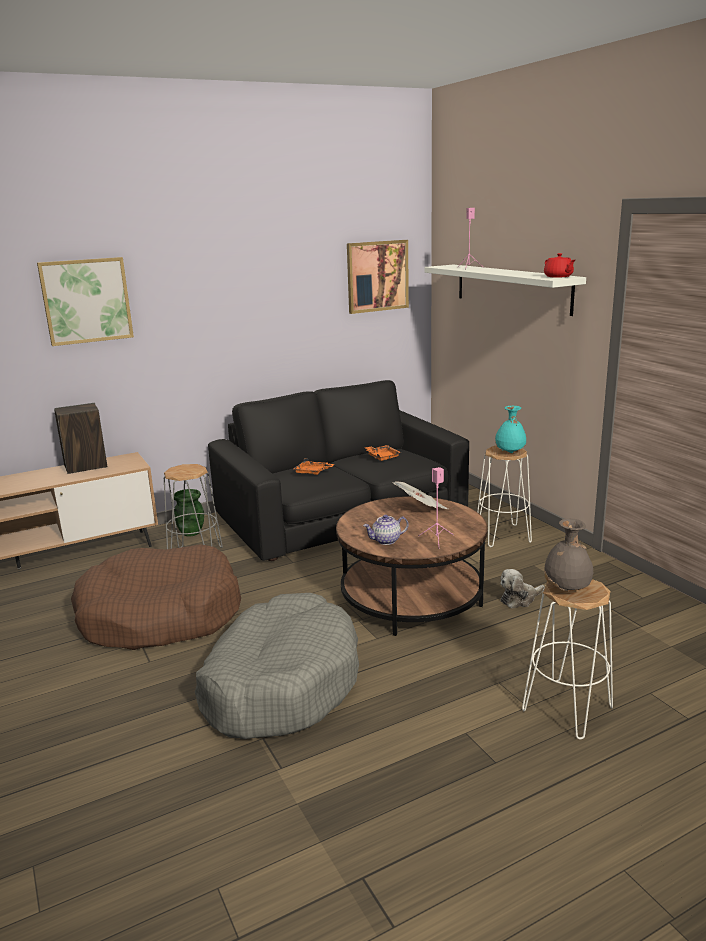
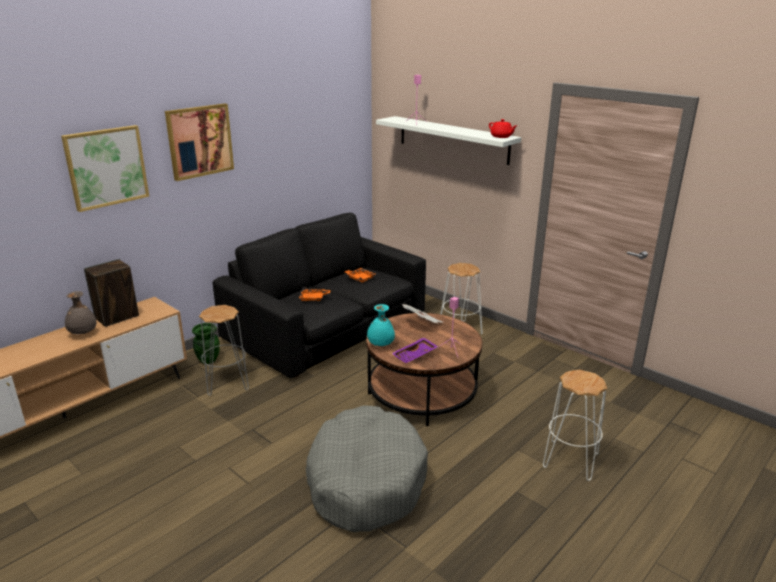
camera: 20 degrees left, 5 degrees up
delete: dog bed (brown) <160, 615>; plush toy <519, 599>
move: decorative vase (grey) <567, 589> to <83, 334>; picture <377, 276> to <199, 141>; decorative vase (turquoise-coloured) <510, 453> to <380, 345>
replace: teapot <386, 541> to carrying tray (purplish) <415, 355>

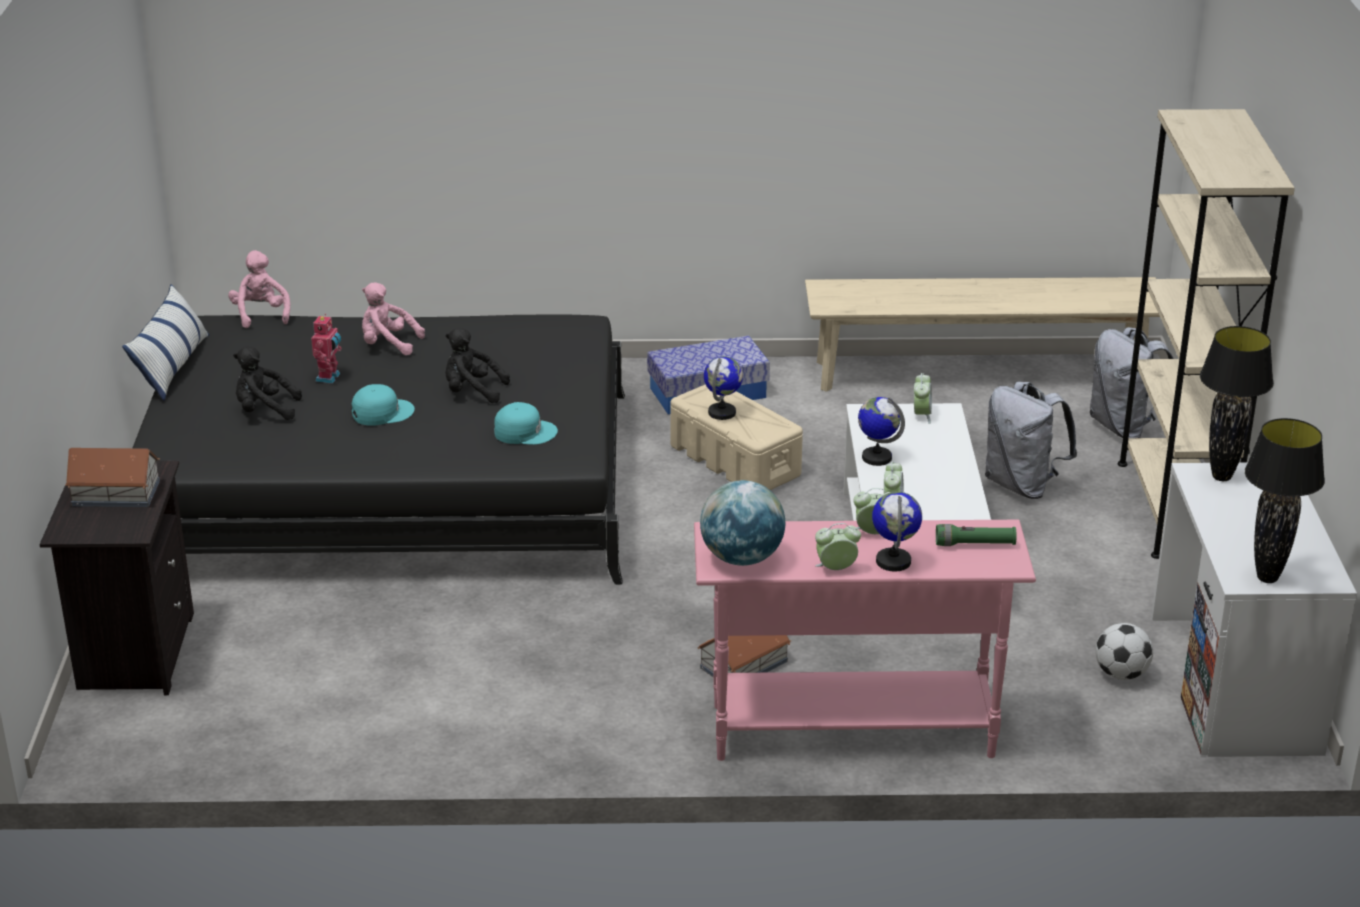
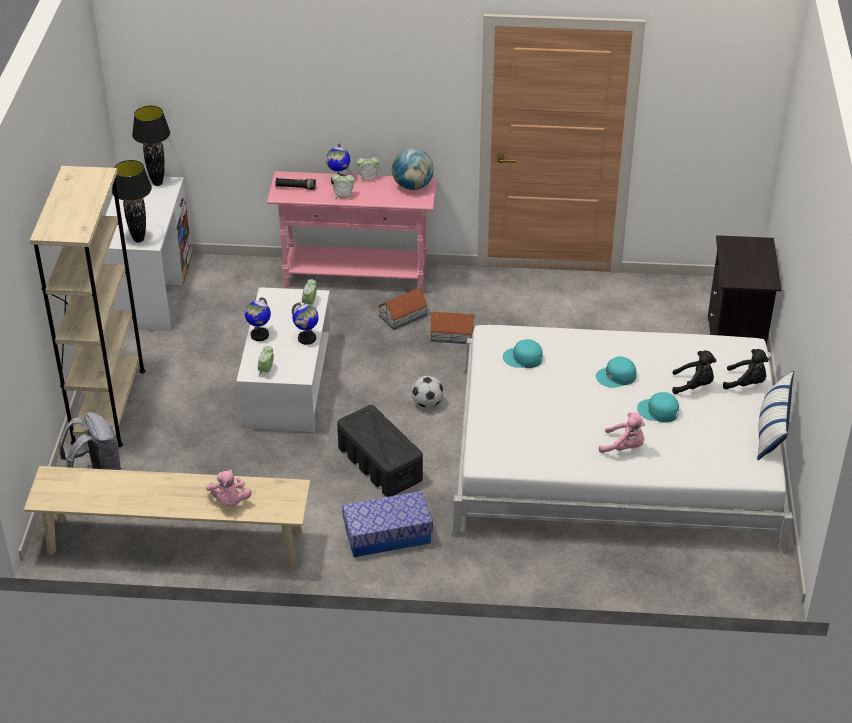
camera: 175 degrees left, 10 degrees up
delete: knapsack (grey) <1022, 485>
move: plush toy (pinkish) <261, 314> to <229, 501>; world globe <722, 413> to <259, 335>; ball for football <1121, 674> to <427, 403>; miniature house <115, 493> to <452, 334>; plush toy (black) <472, 392> to <746, 383>
replace: robot figure <329, 378> to peaked cap (turquoise-coloured) <658, 411>
recolor: flashlight (green-coloured) <975, 544> to flashlight (black) <295, 187>; storage container (sand-coloured) <735, 461> to storage container (black) <379, 463>; bedroom bed (black) <388, 485> to bedroom bed (whitish) <616, 456>

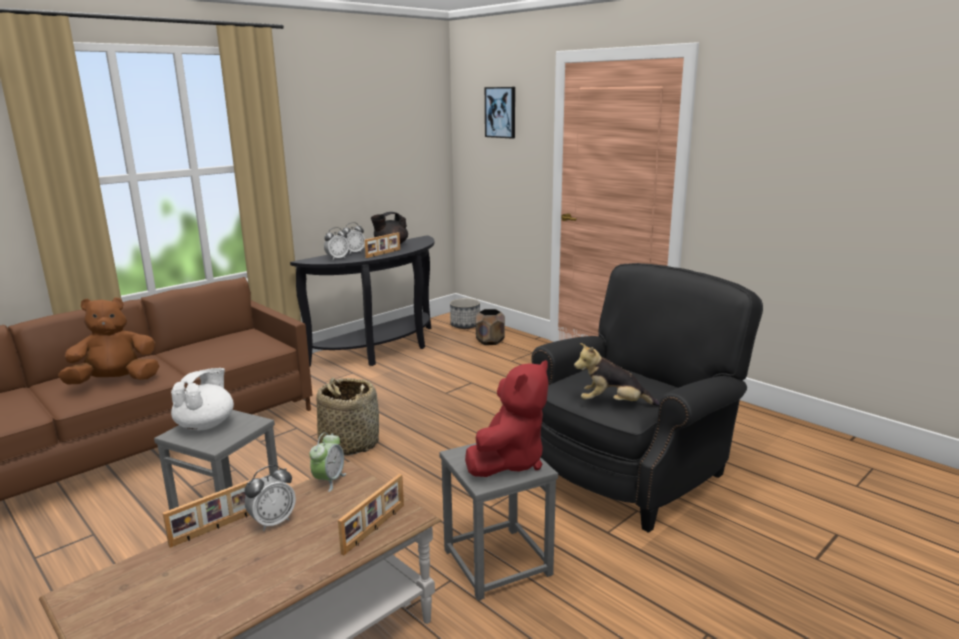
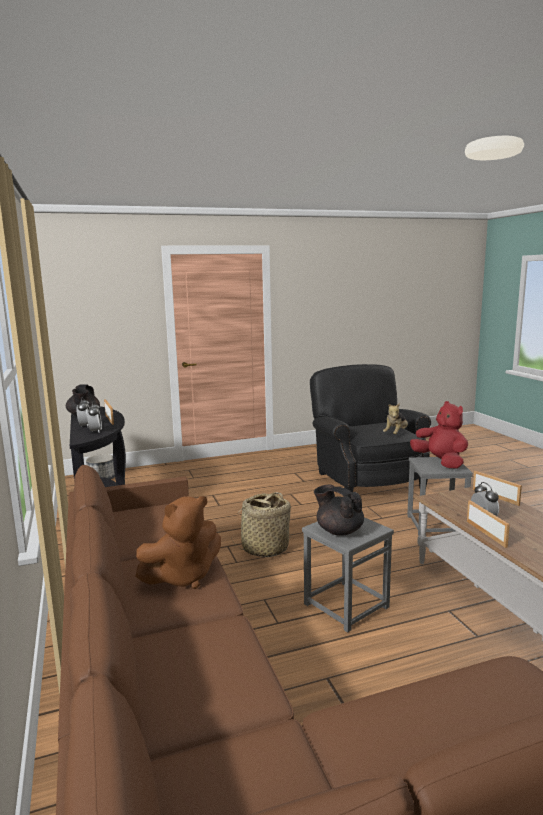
camera: 65 degrees left, 5 degrees down
delete: alarm clock <329, 481>; flower pot (brown) <490, 341>; picture <501, 112>
recolor: teapot (whitish) <206, 424> to teapot (black) <339, 531>
rotate: plush toy (brown) <115, 381> = <183, 576> 120 degrees counterclockwise

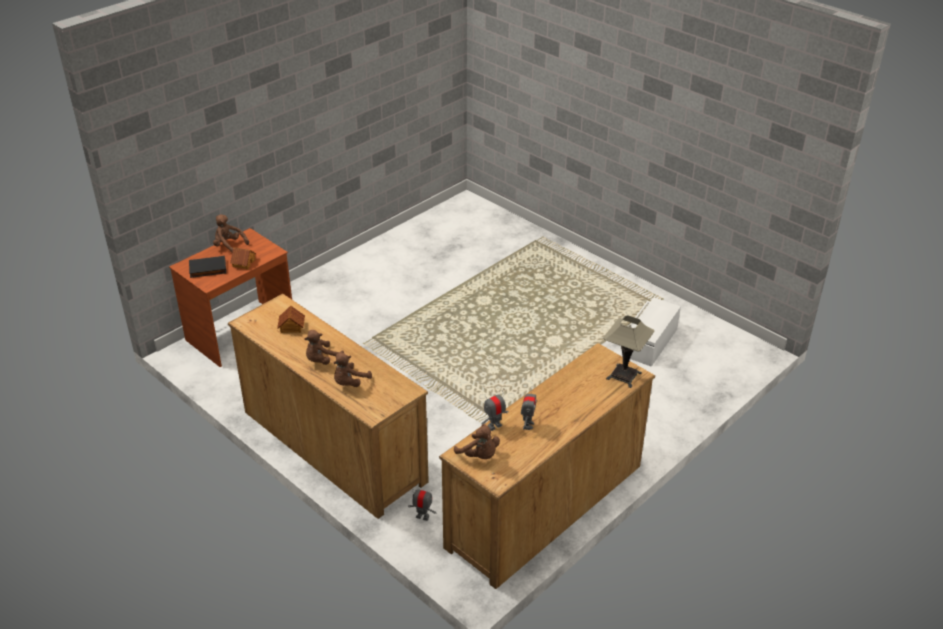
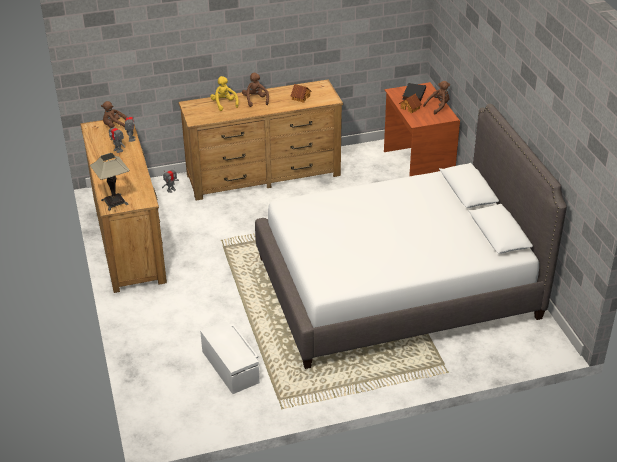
camera: 120 degrees right, 0 degrees up
insert: bedroom bed (whitish) <397, 287>
recolor: plush toy (brown) <350, 383> to plush toy (yellowish) <224, 104>

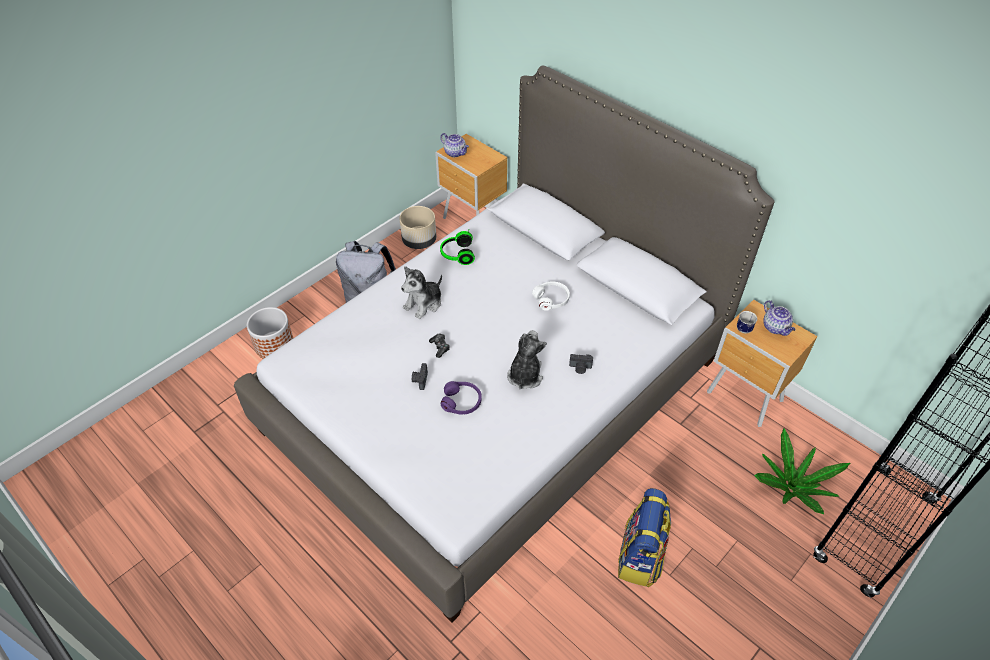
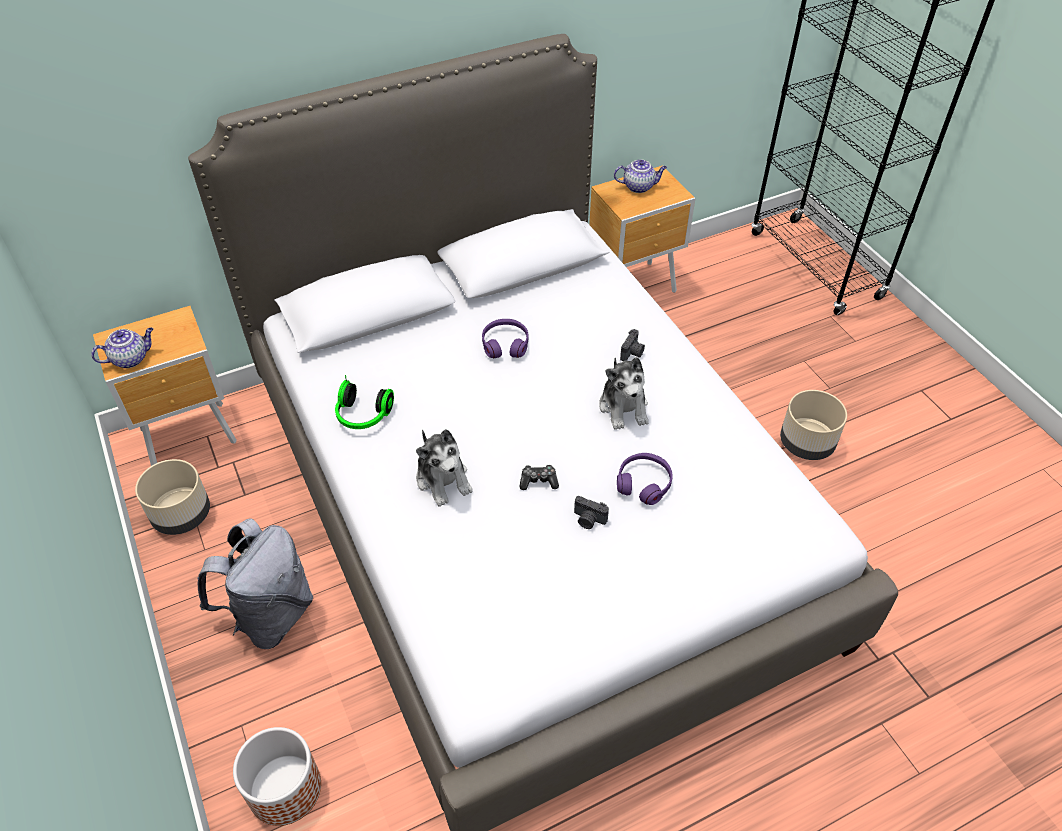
camera: 70 degrees left, 0 degrees up
delete: mug <742, 331>; potted plant <792, 487>
replace: knapsack <640, 558> to flower pot (sand-coloured) <807, 444>
recolor: pair of headphones (whitish) <551, 299> to pair of headphones (purplish) <505, 344>
rotate: plush toy <524, 375> = <624, 407> 135 degrees counterclockwise

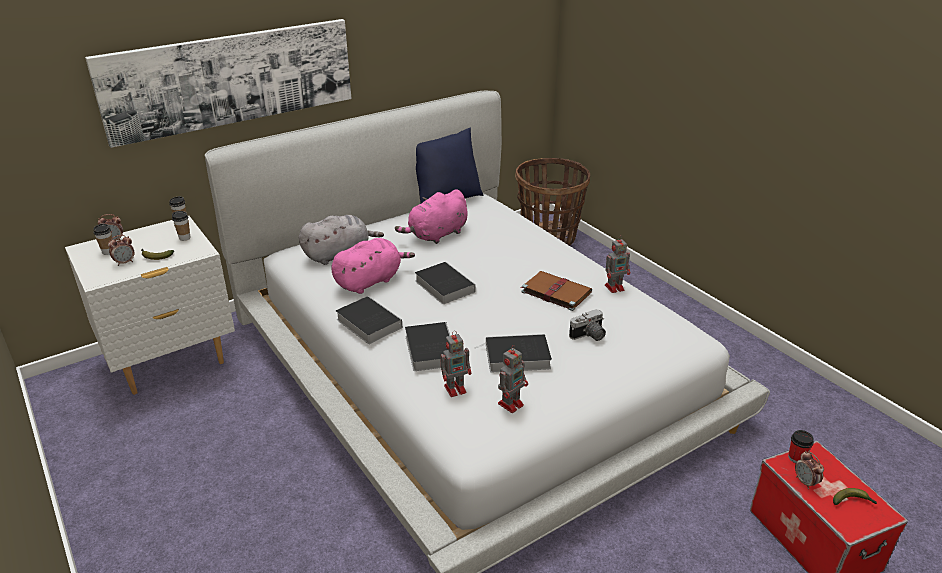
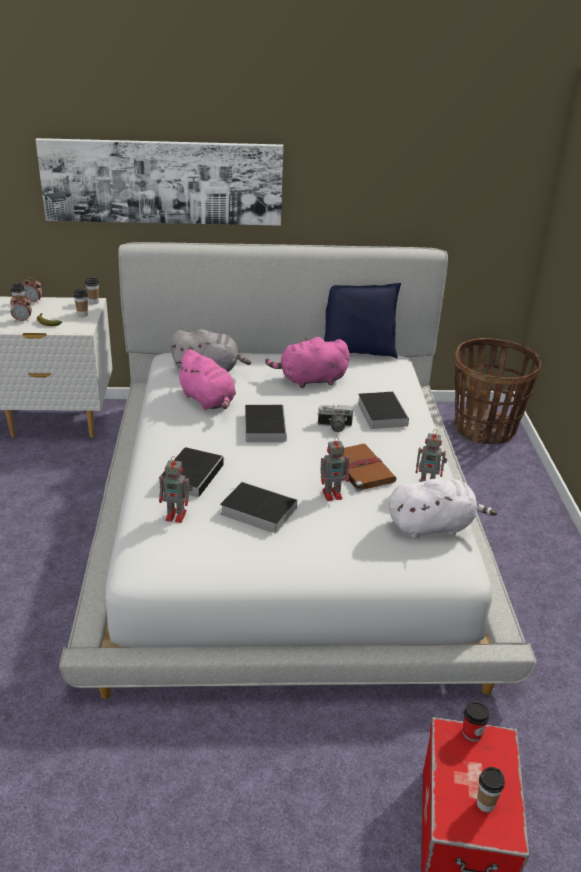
camera: 30 degrees right, 0 degrees up
delete: alarm clock <805, 482>
insert: plush toy (whitish) <433, 526>
move: still camera <589, 336> to <334, 427>; robot figure <511, 403> to <333, 494>; volume <367, 322> to <381, 413>
replace: banana fruit <853, 501> to cup <485, 804>
rotate: plush toy (pinkish) <370, 281> = <208, 401> 60 degrees clockwise

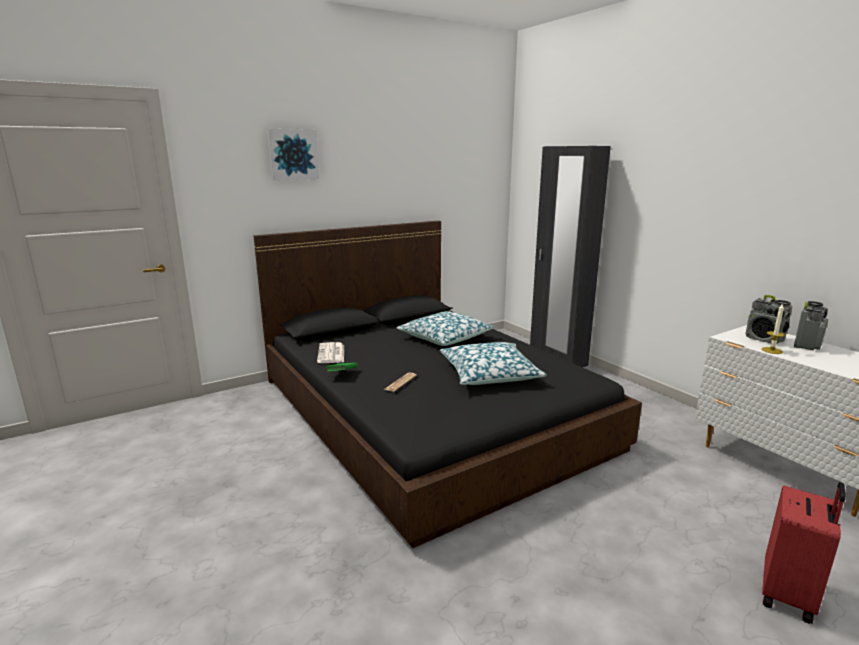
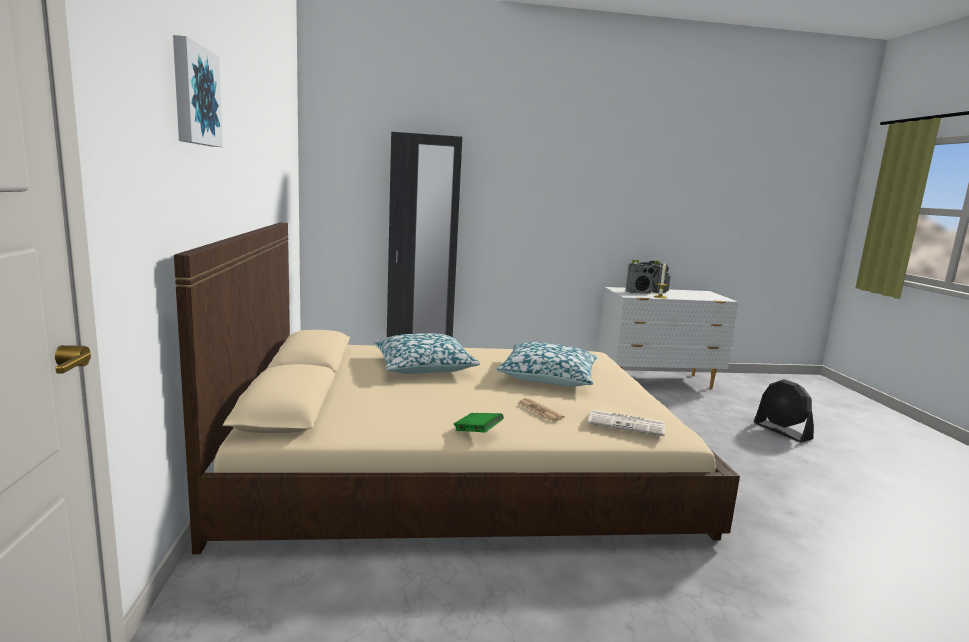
camera: 65 degrees left, 5 degrees down
move: printed paper <331, 354> to <627, 424>
replace: suitcase (reddish) <789, 595> to cooling fan (black) <782, 431>
recolor: bedroom bed (black) <427, 411> to bedroom bed (sand-coloured) <459, 459>

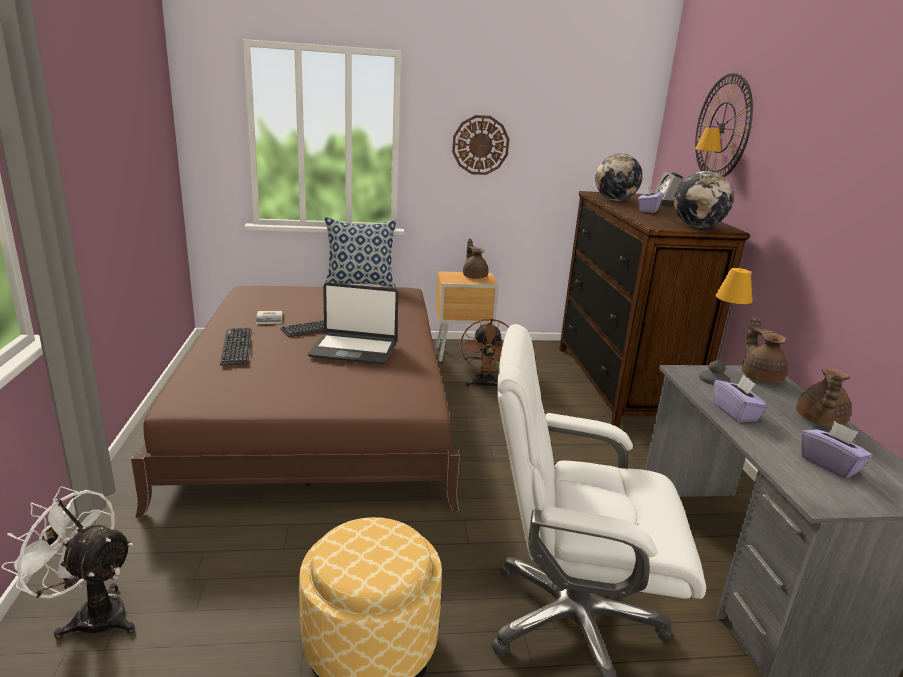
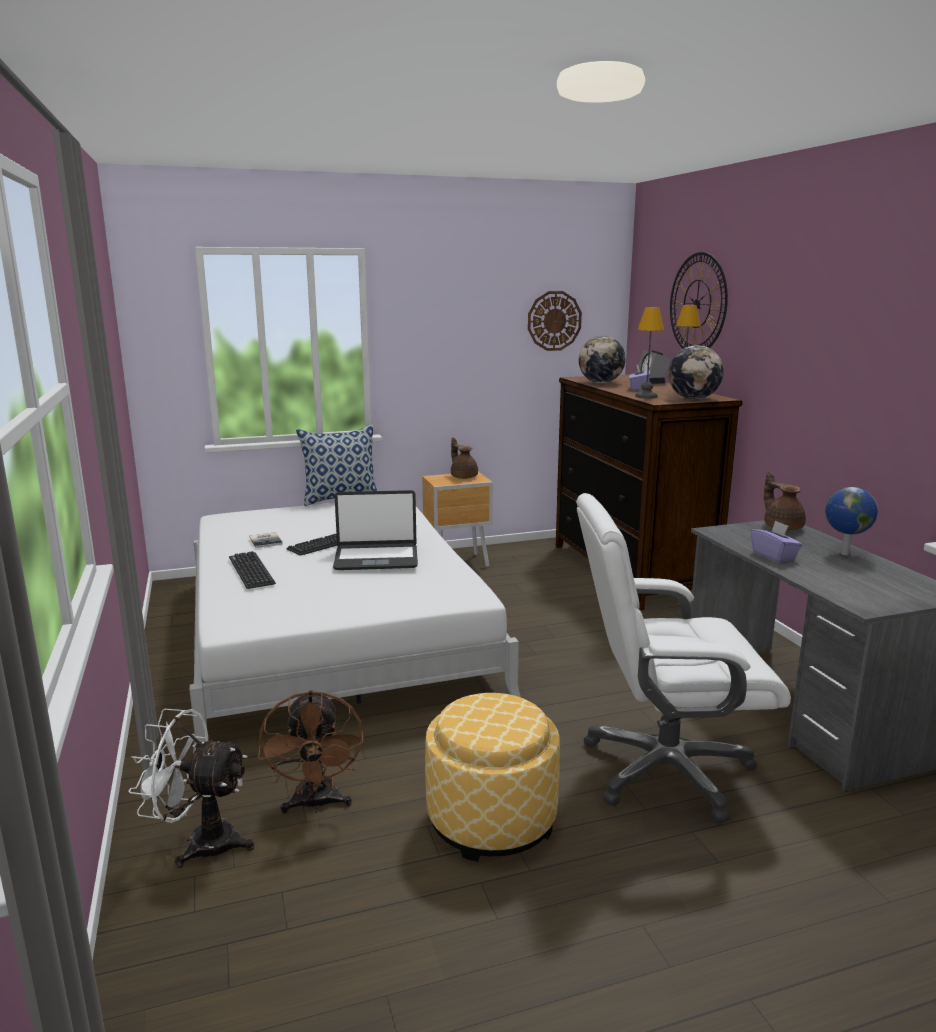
camera: 10 degrees left, 5 degrees down
delete: tissue holder (purplish) <830, 465>
move: cooling fan (brown) <484, 385> to <316, 804>; hanging clock <480, 145> to <554, 321>; tabletop lamp <714, 379> to <646, 396>
replace: teapot (brown) <818, 421> to world globe <843, 553>
recolor: bedroom bed (brown) <319, 410> to bedroom bed (whitish) <333, 634>

